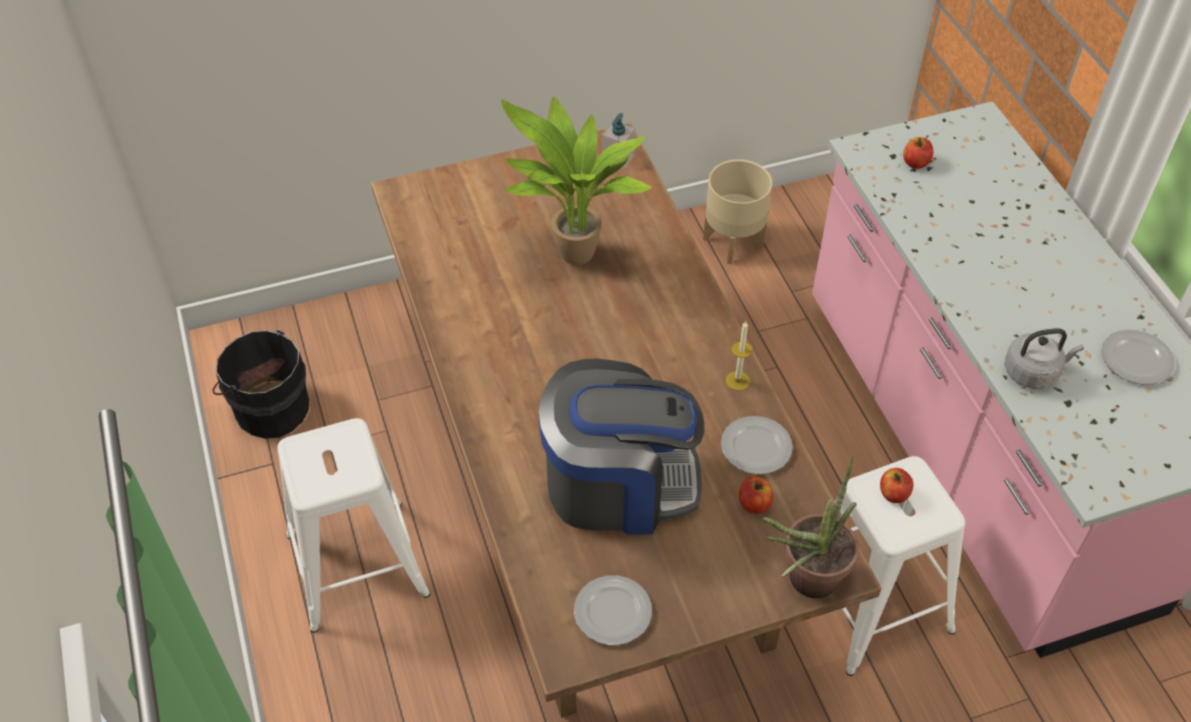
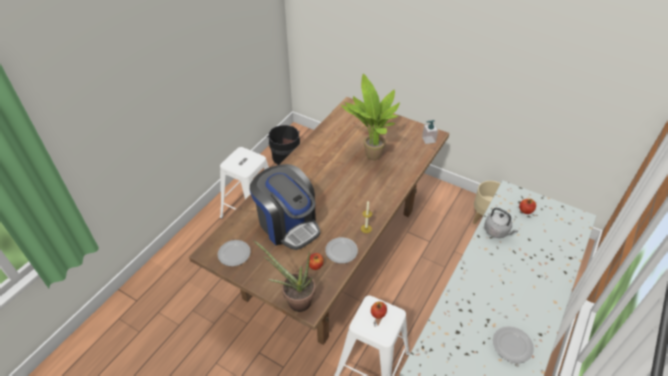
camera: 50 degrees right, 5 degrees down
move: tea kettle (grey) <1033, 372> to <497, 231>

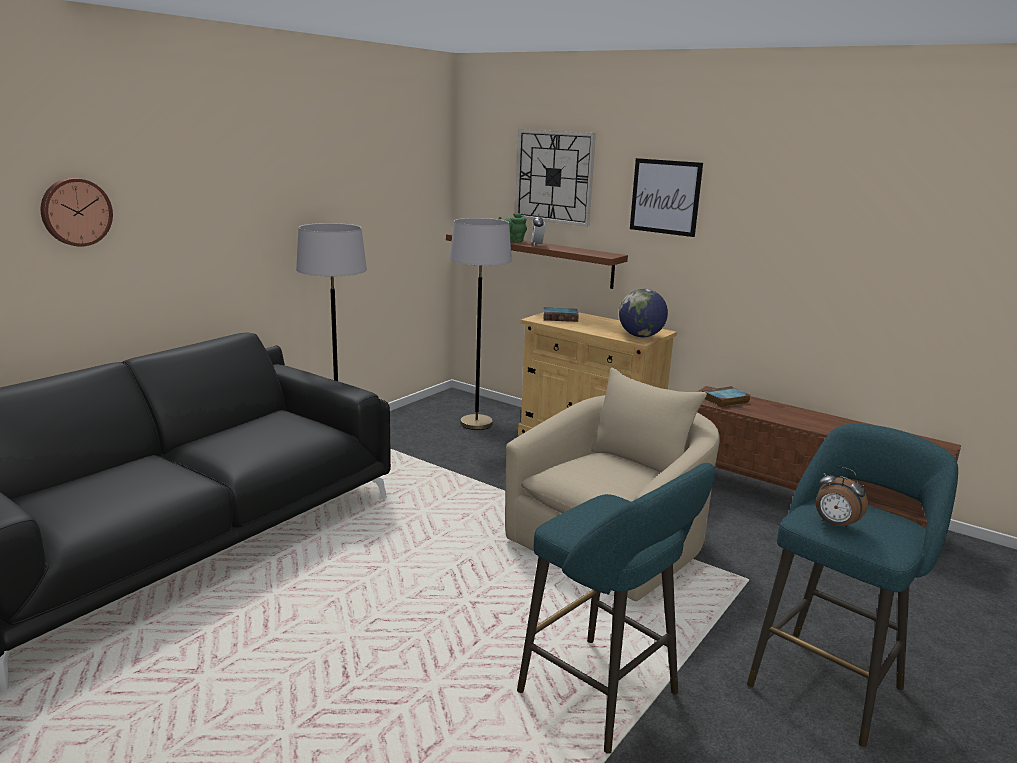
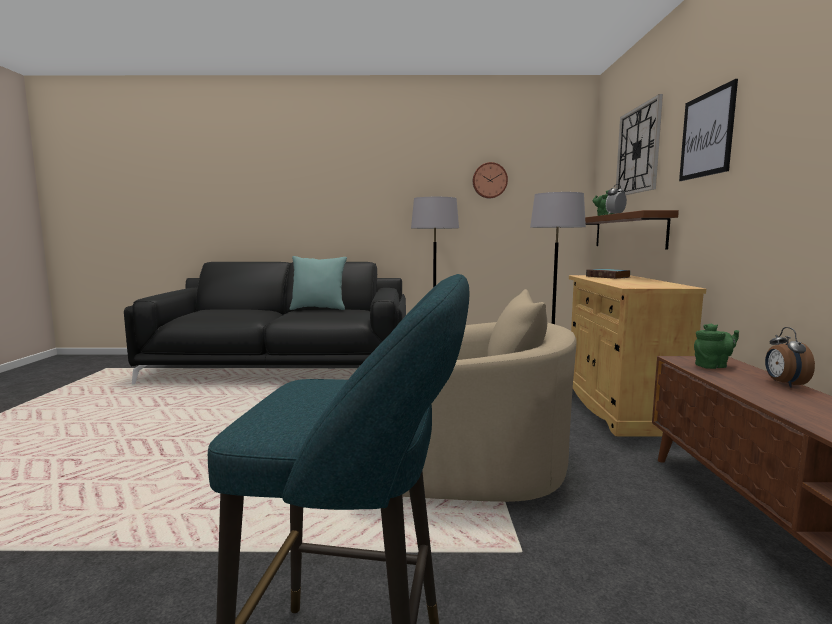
camera: 55 degrees right, 10 degrees down
delete: sitting stool (turquoise-coloured) <605, 697>; world globe <641, 336>
insert: cushion (turquoise-coloured) <319, 309>
move: hanging clock <75, 212> to <489, 180>; alarm clock <835, 525> to <784, 384>
replace: volume <725, 400> to teapot (green-coloured) <713, 366>

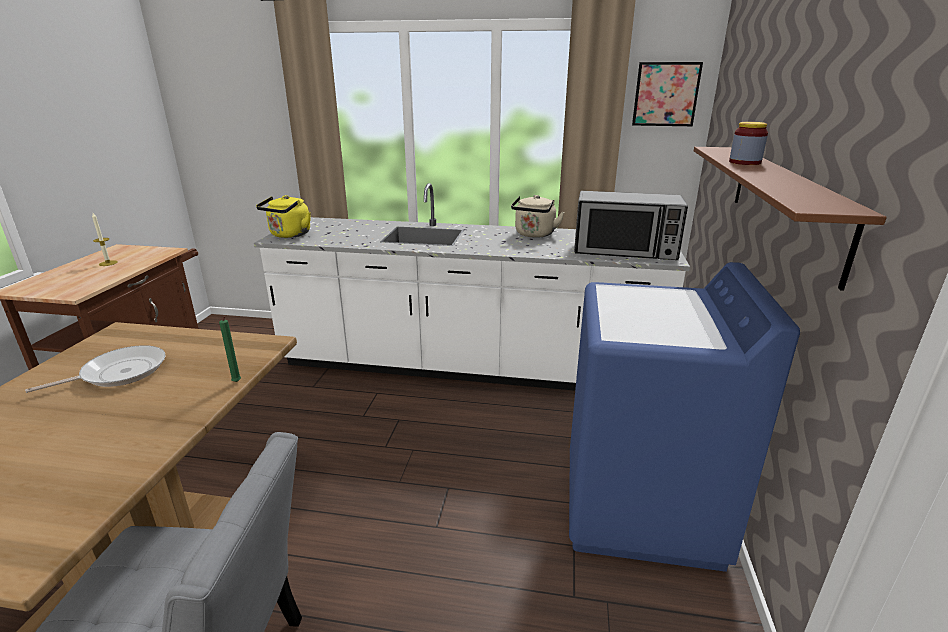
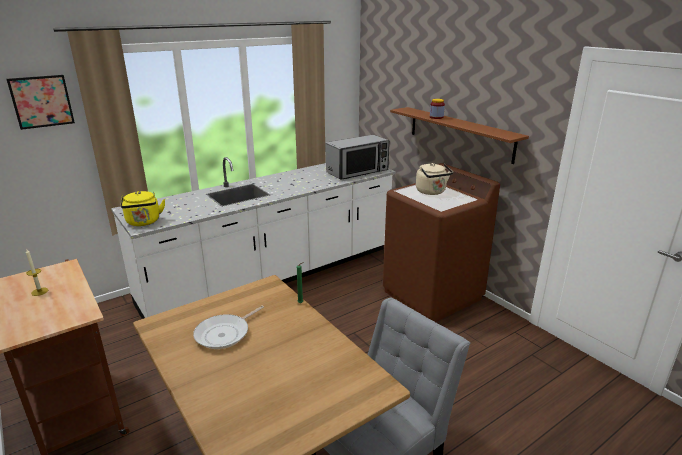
camera: 45 degrees left, 0 degrees up
move: picture <666, 94> to <41, 101>; tea kettle (sand-coloured) <534, 235> to <432, 192>
recolor: laundry machine (blue) <641, 507> to laundry machine (brown) <432, 295>
rotate: frying pan <119, 373> = <225, 334> 150 degrees counterclockwise

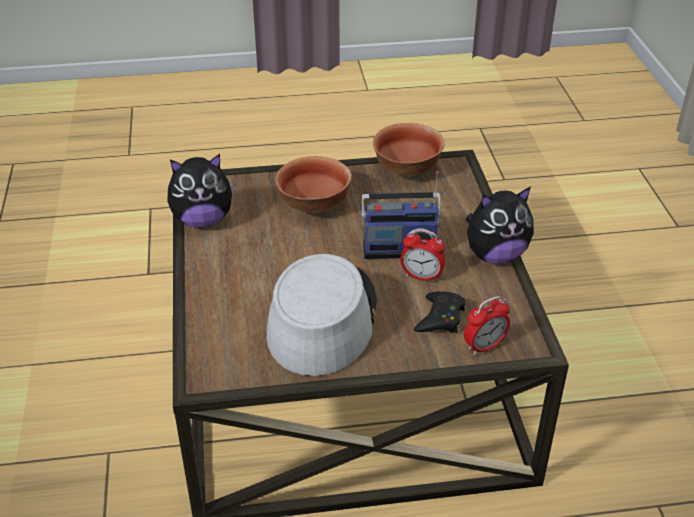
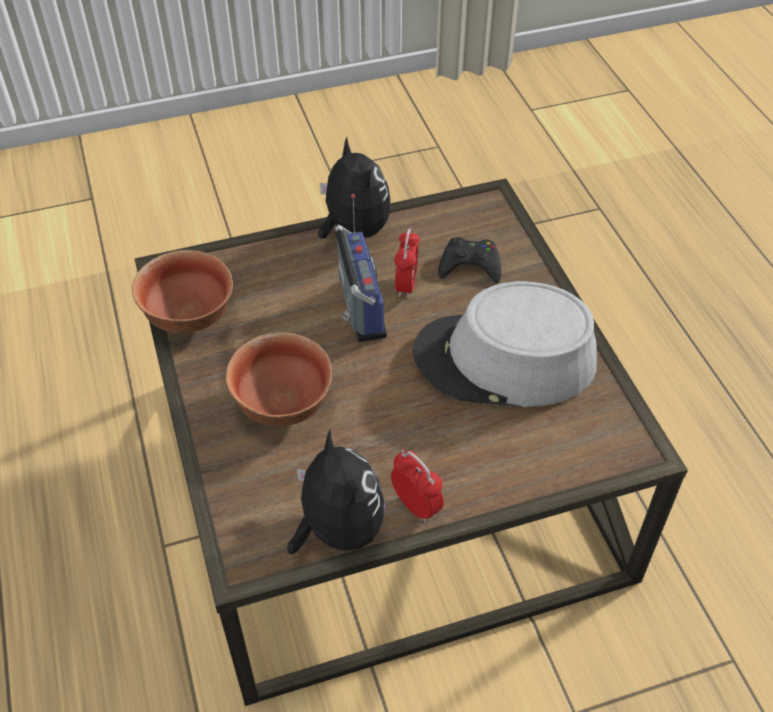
camera: 100 degrees left, 10 degrees up
move: alarm clock <484, 346> to <416, 505>

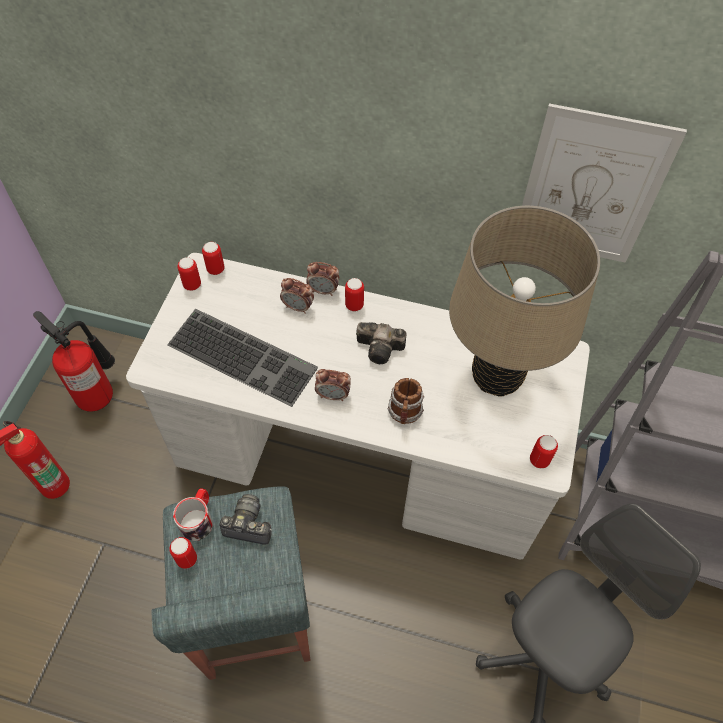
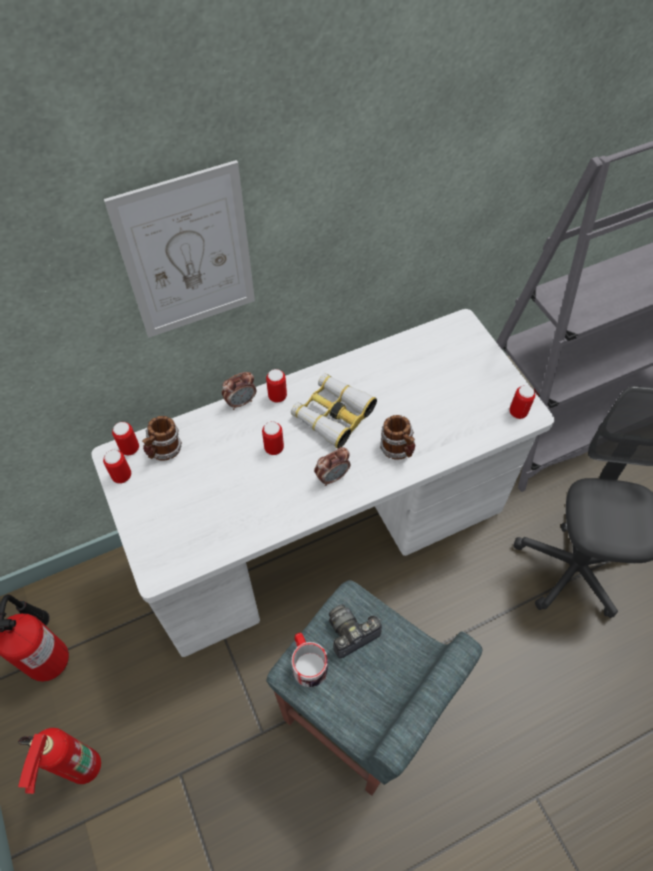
camera: 40 degrees left, 0 degrees up
delete: PC keyboard <244, 355>; alarm clock <298, 307>; tabletop lamp (sand-coloured) <497, 375>
insert: mug <164, 451>
move: picture <590, 188> to <188, 255>; can <187, 559> to <274, 448>
replace: still camera <382, 349> to field glasses <332, 414>

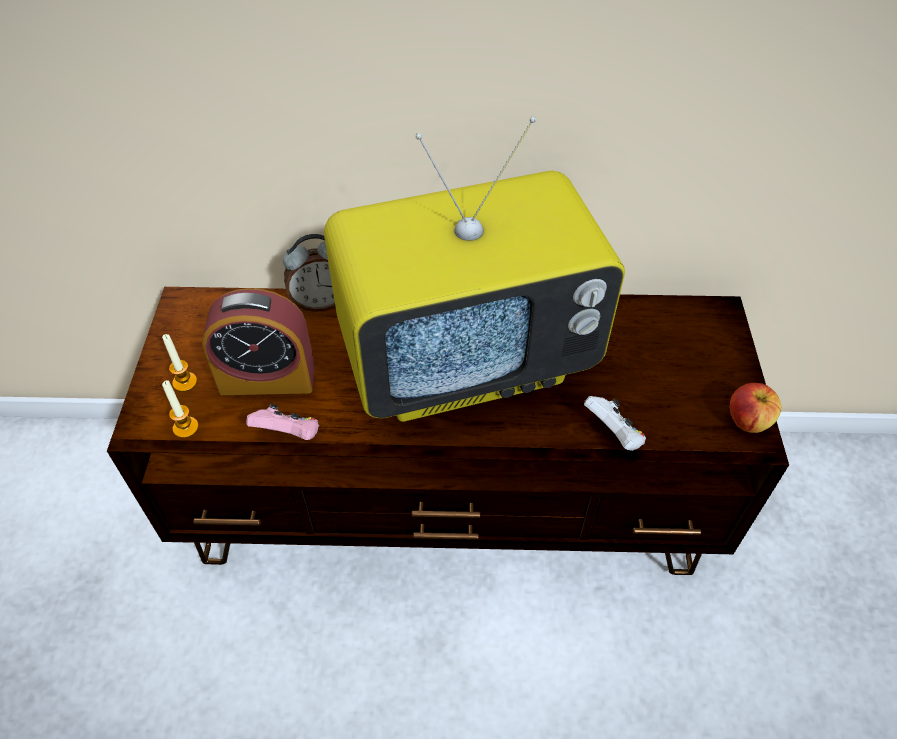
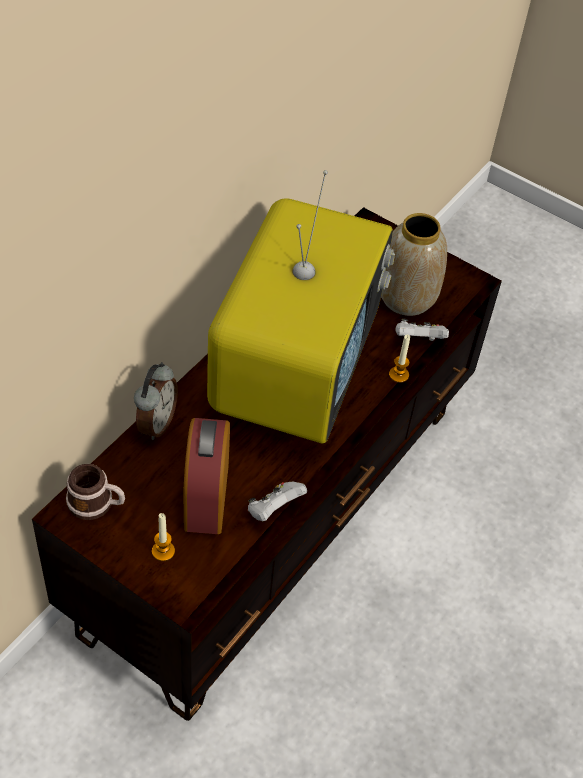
camera: 60 degrees left, 0 degrees up
delete: apple fruit <747, 421>
insert: mug <96, 504>; decorative vase <406, 297>
move: wax candle <186, 428> to <398, 375>
recolor: game controller (pinkish) <289, 434> to game controller (whitish) <274, 509>
rotate: alarm clock <267, 378> = <206, 496> 150 degrees clockwise

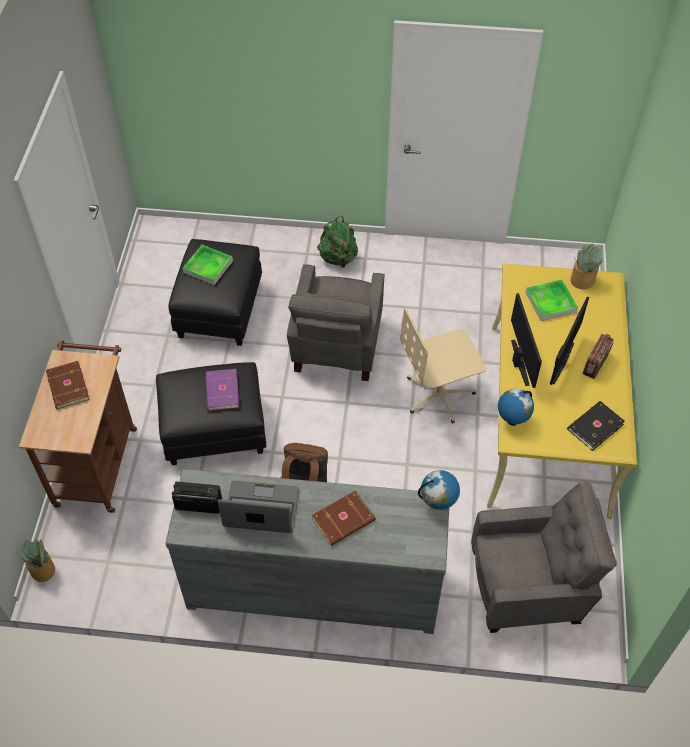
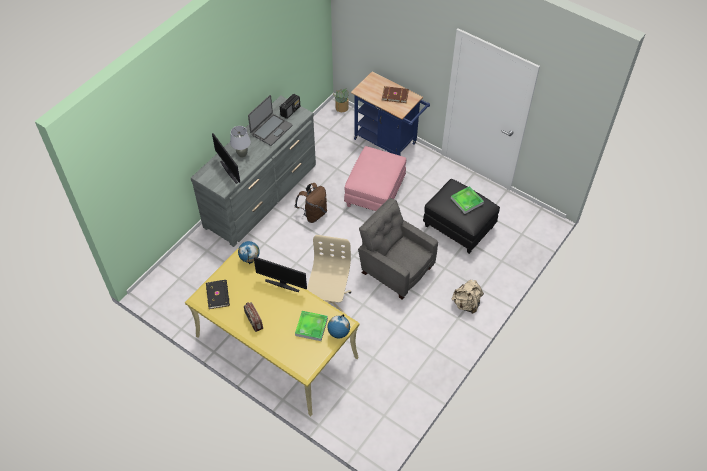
camera: 120 degrees right, 0 degrees up
delete: volume (purplish) <221, 391>; easy chair (grey) <529, 587>; potted plant <581, 280>
move: monitor <560, 362> to <229, 171>; world globe <438, 504> to <338, 335>
replace: volume (brown) <344, 520> to tabletop lamp (grey) <242, 154>
recolor: footrest (black) <213, 431> to footrest (pinkish) <374, 192>; trolley (brown) <97, 460> to trolley (blue) <388, 143>; knapsack (green-coloured) <338, 258> to knapsack (sand-coloured) <466, 303>

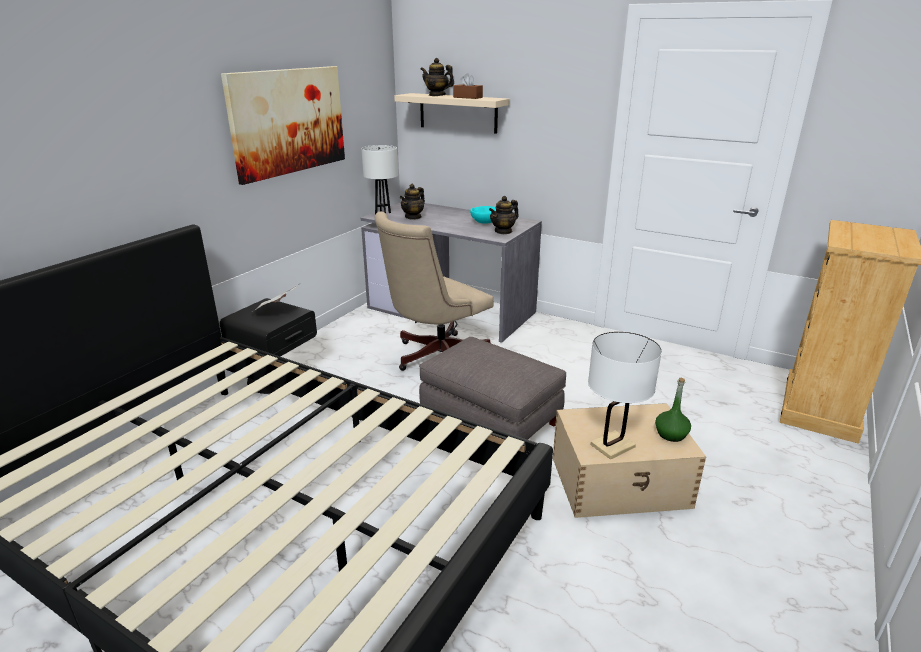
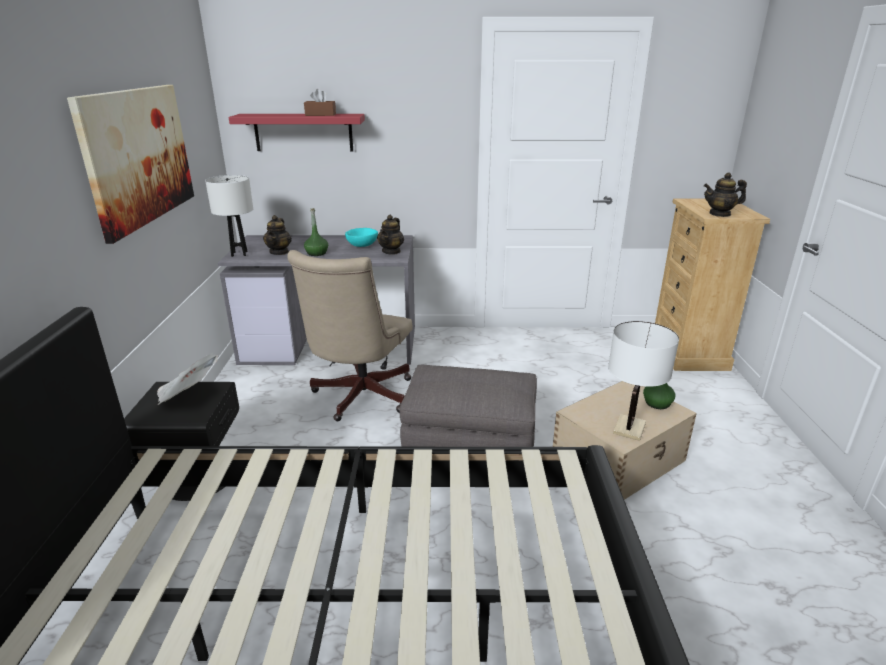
camera: 30 degrees left, 0 degrees up
insert: drink bottle (green-coloured) <316, 253>
move: teapot <437, 95> to <720, 214>
recolor: shelf (sand-coloured) <458, 113> to shelf (reddish) <303, 132>

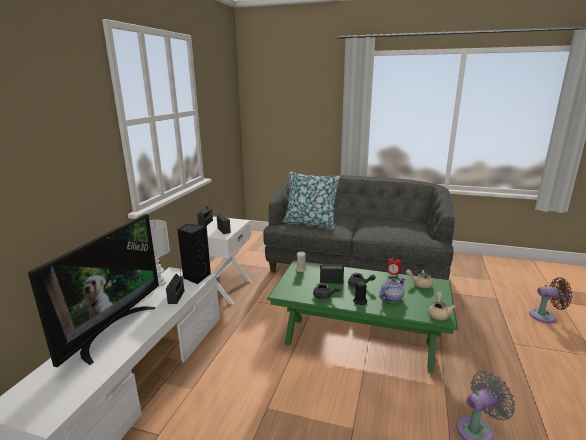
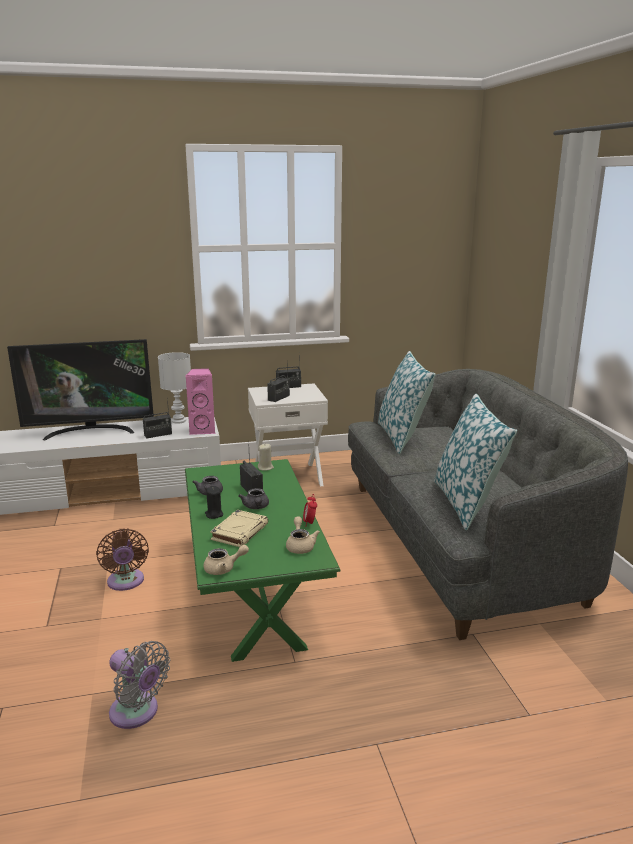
camera: 60 degrees right, 0 degrees up
insert: cushion <467, 503>
move: cooling fan (brown) <545, 316> to <126, 582>
replace: teapot <391, 298> to volume (sand-coloured) <240, 532>
recolor: loudspeaker (black) <196, 277> to loudspeaker (pinkish) <203, 430>

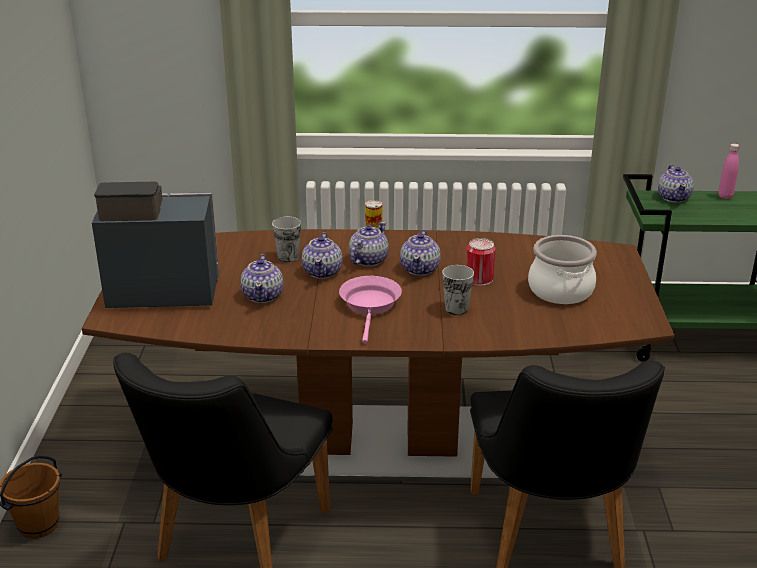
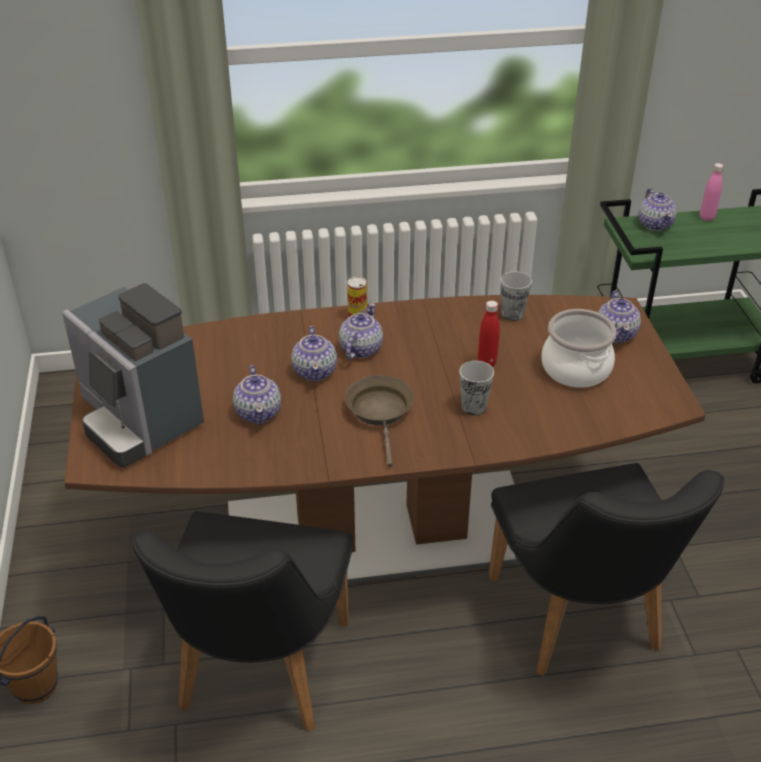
camera: 10 degrees left, 10 degrees up
move: cup <288, 257> to <512, 314>; teapot <420, 269> to <616, 333>
replace: can <479, 279> to drink bottle (reddish) <487, 362>
recolor: frying pan (pinkish) <370, 306> to frying pan (brown) <381, 413>
rotate: coffee maker <159, 291> = <138, 419> 120 degrees counterclockwise

